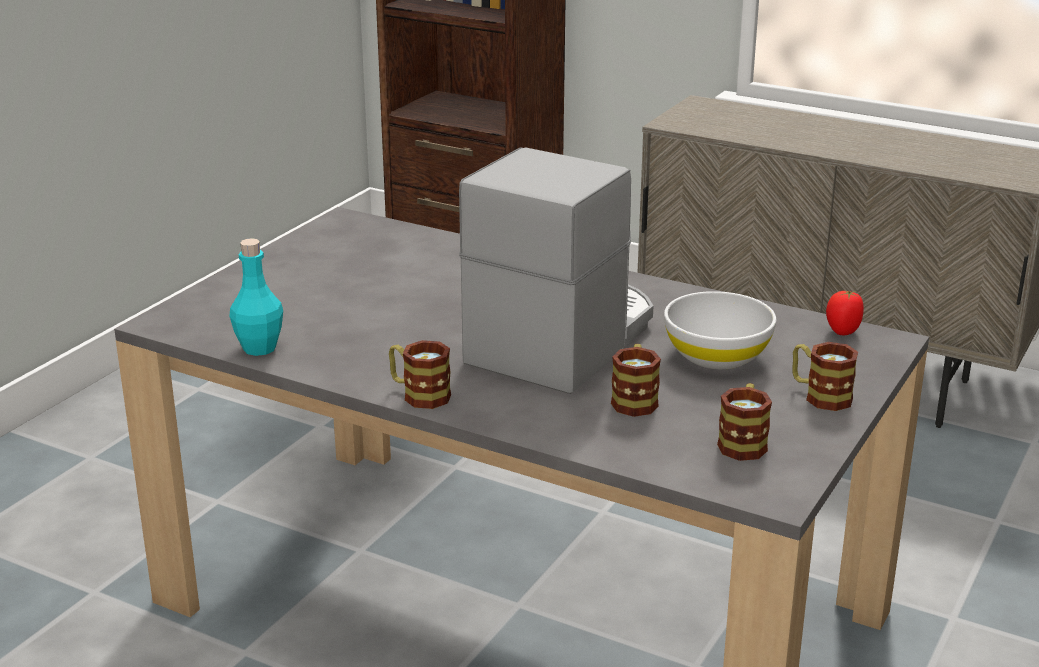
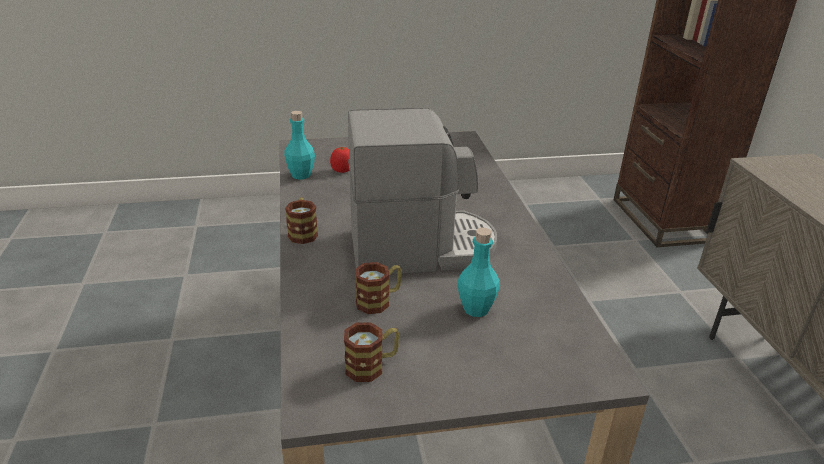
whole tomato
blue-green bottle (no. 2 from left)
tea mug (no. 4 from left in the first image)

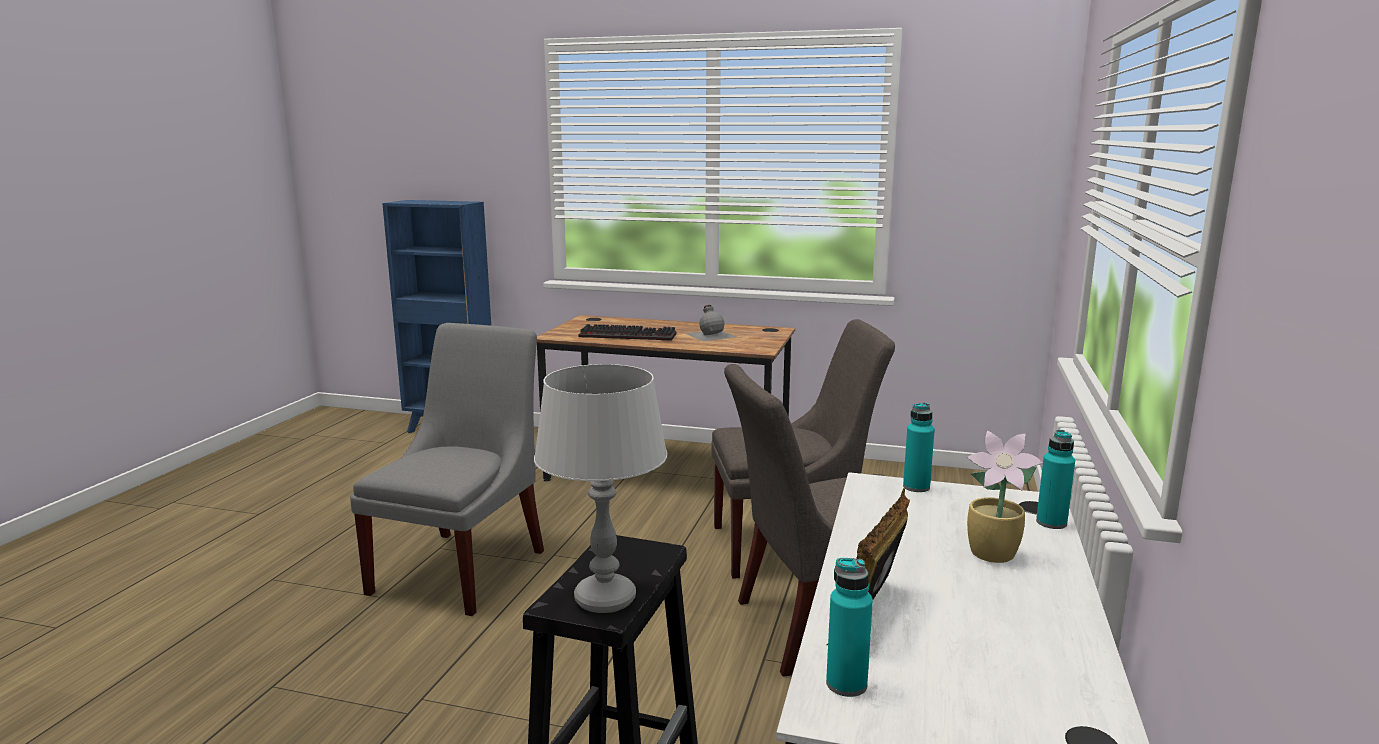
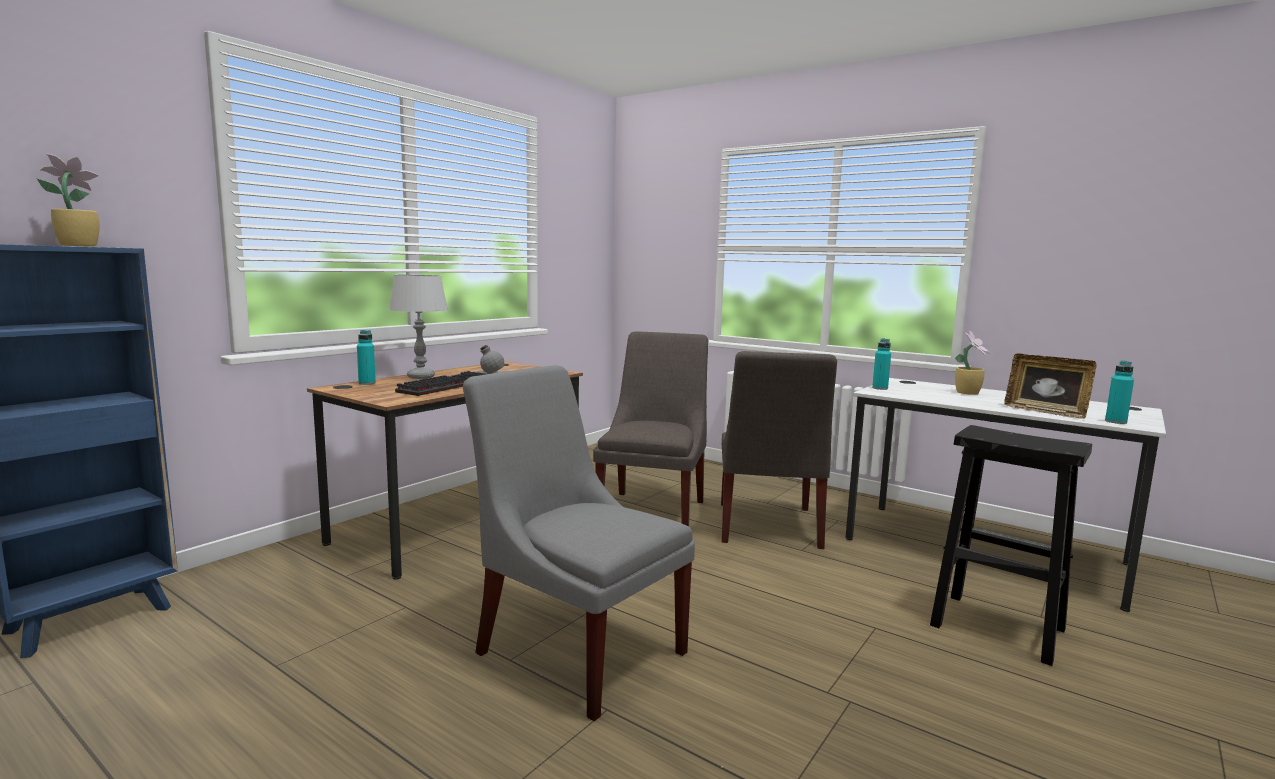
grey table lamp
blue-green bottle (no. 1 from left)
potted plant (no. 1 from left)

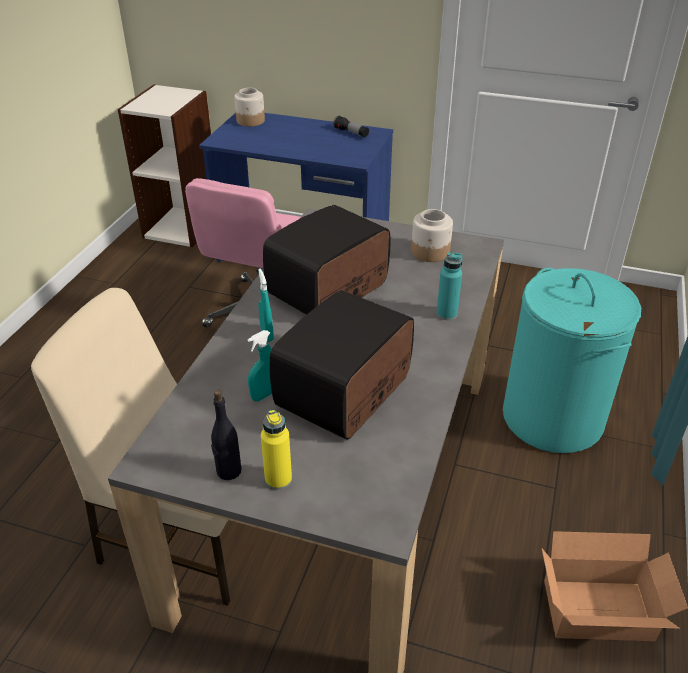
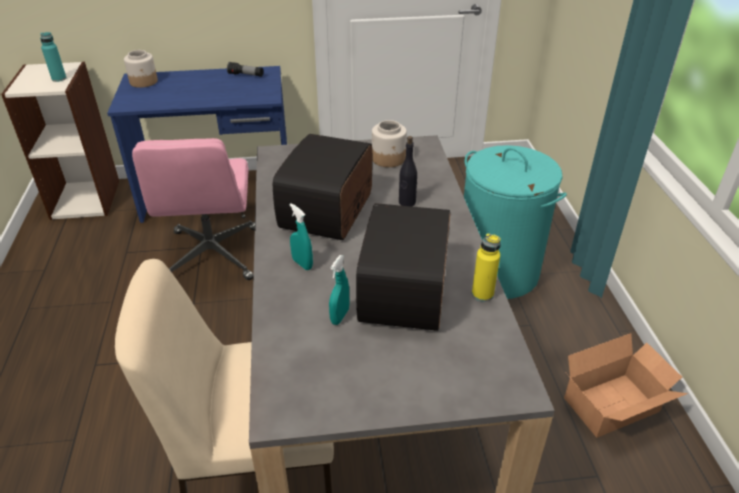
blue-green bottle
black bottle
yellowish bottle

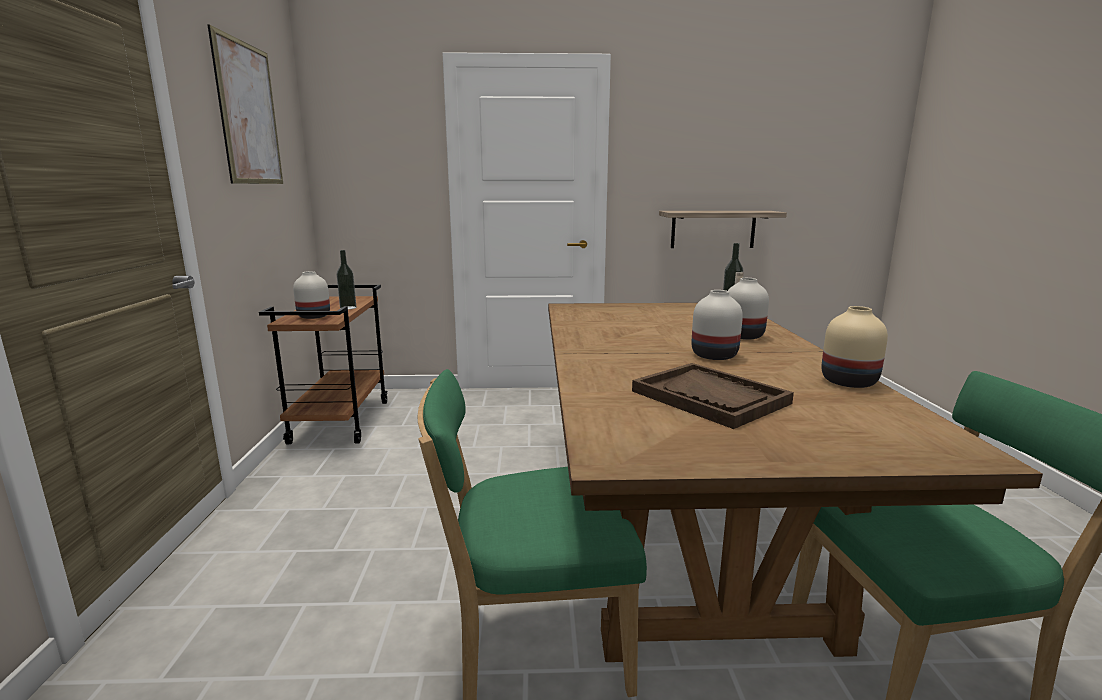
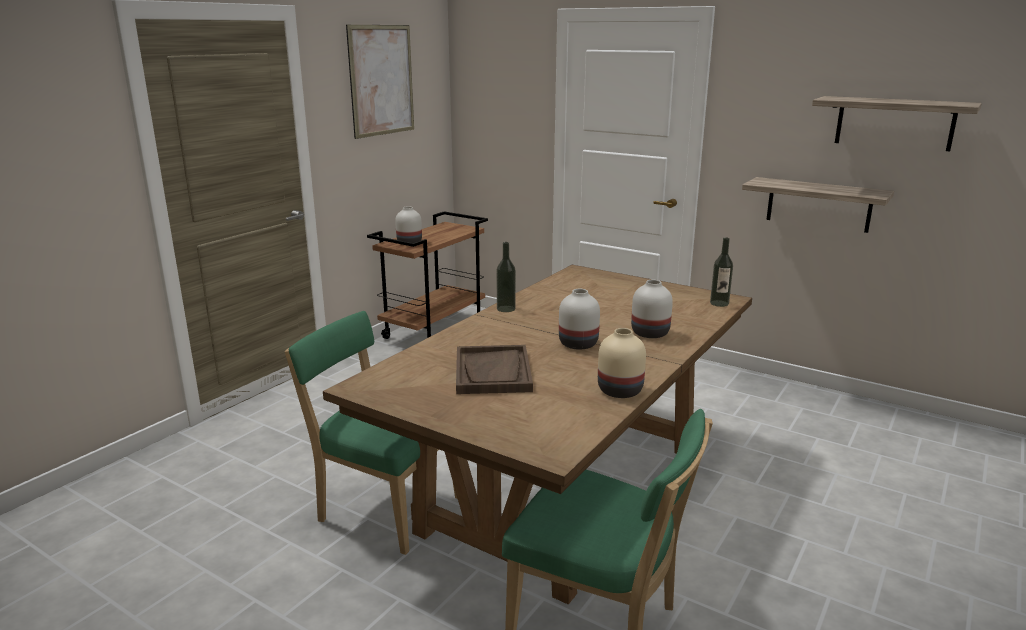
bottle (no. 1 from left)
shelf (no. 2 from left)

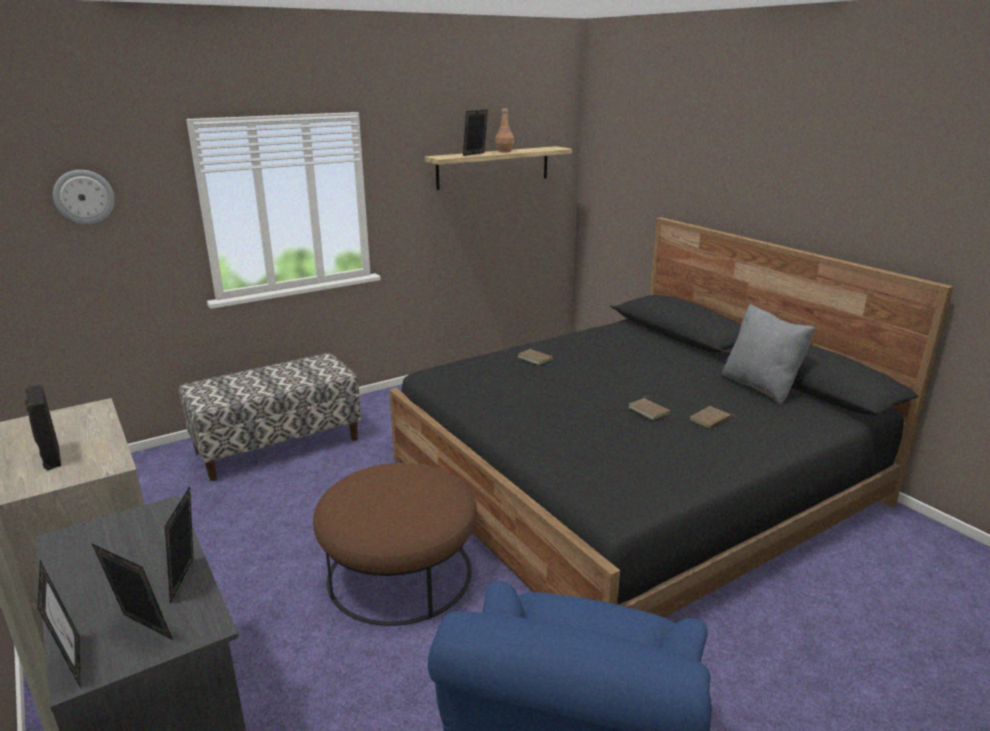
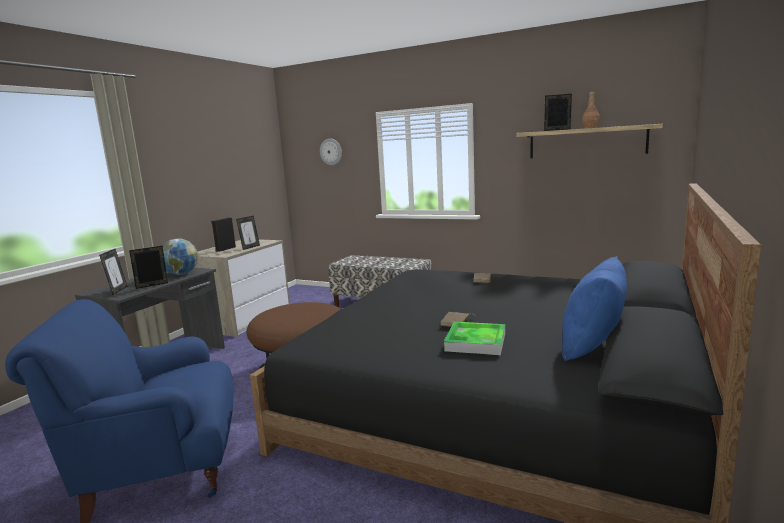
blue-coloured throw pillow
tray
standing frame (no. 3 from left)
desk globe

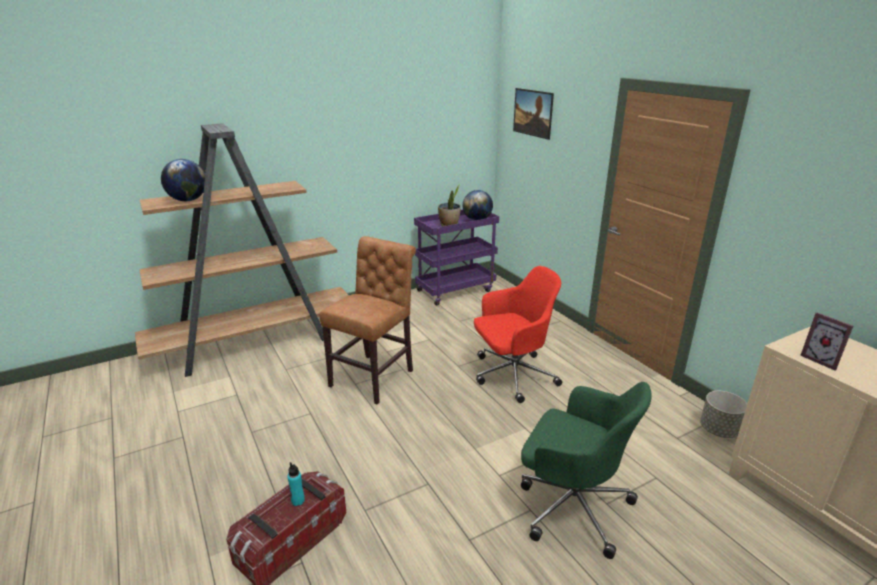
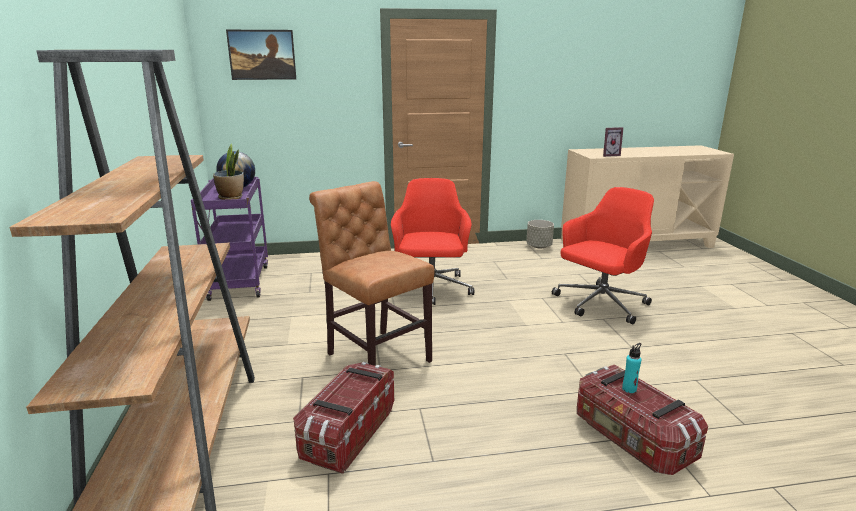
desk globe (no. 1 from left in the first image)
red-coloured computer chair (no. 2 from left)
storage bin (no. 1 from left)

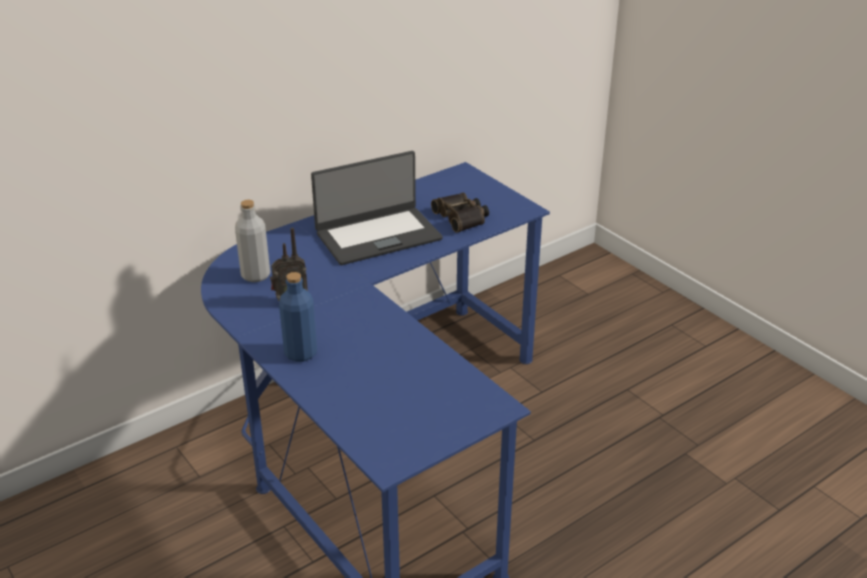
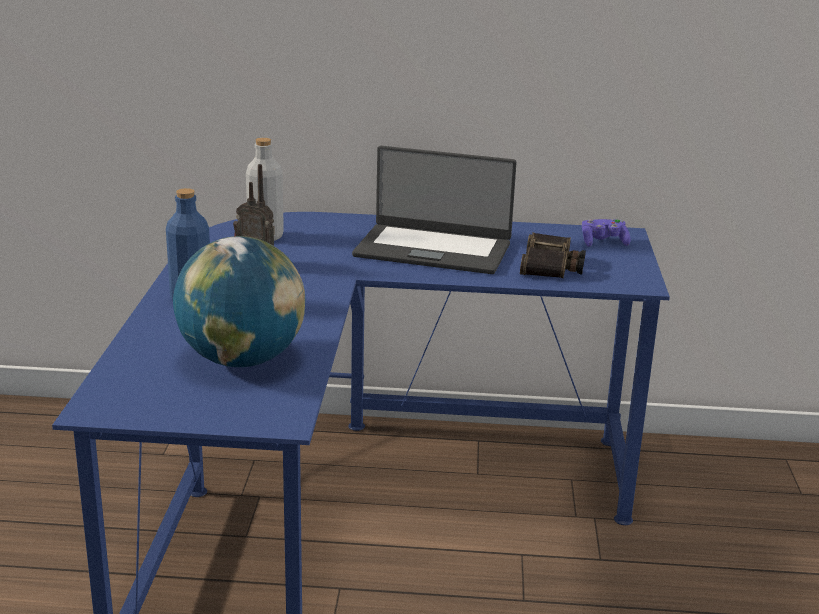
purplish gamepad
desk globe

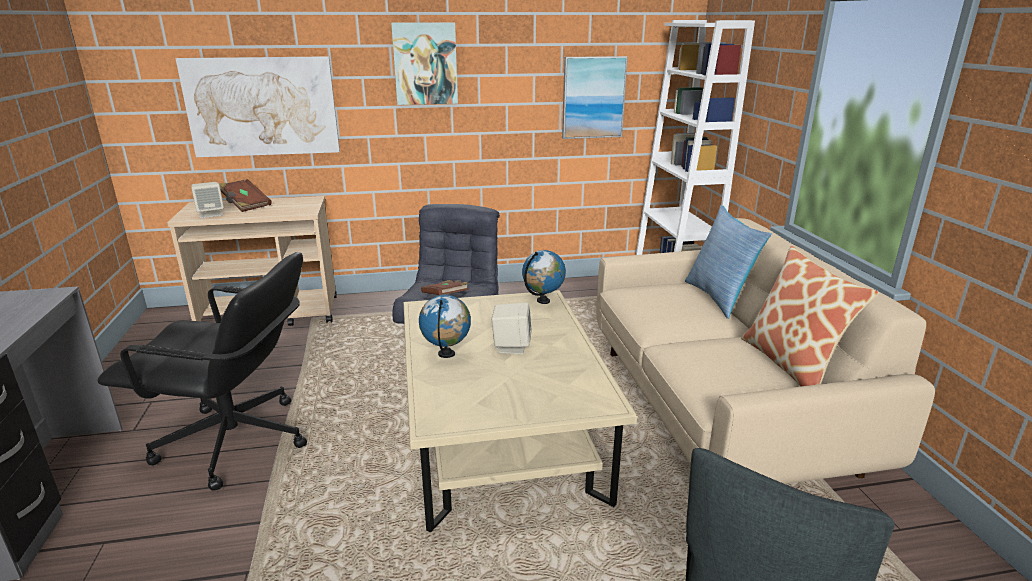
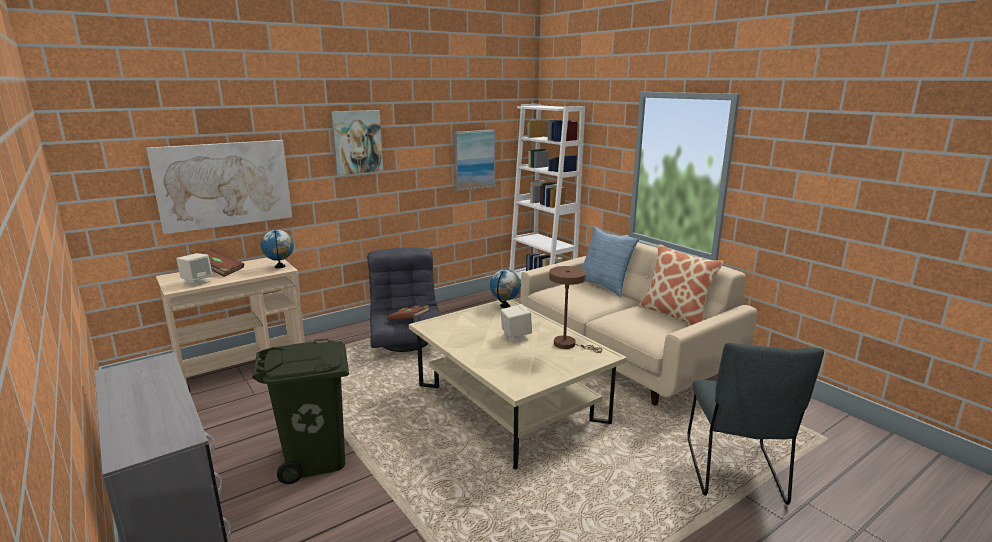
green waste bin
desk globe (no. 1 from left)
brown table lamp

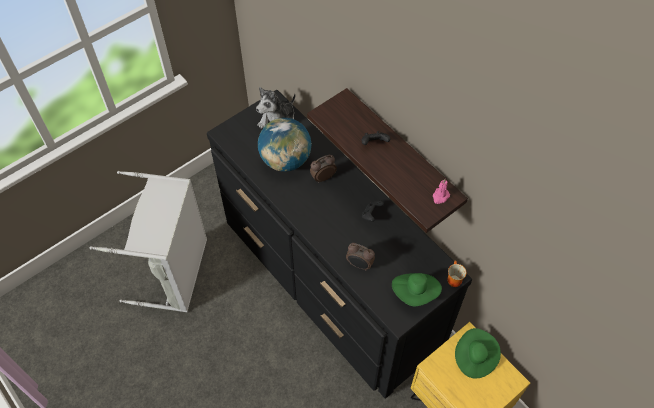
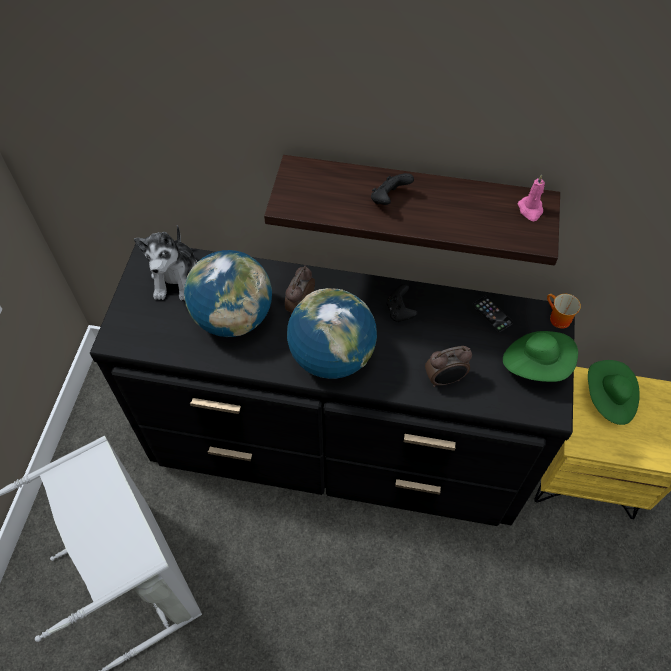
desk globe (no. 2 from left)
phone

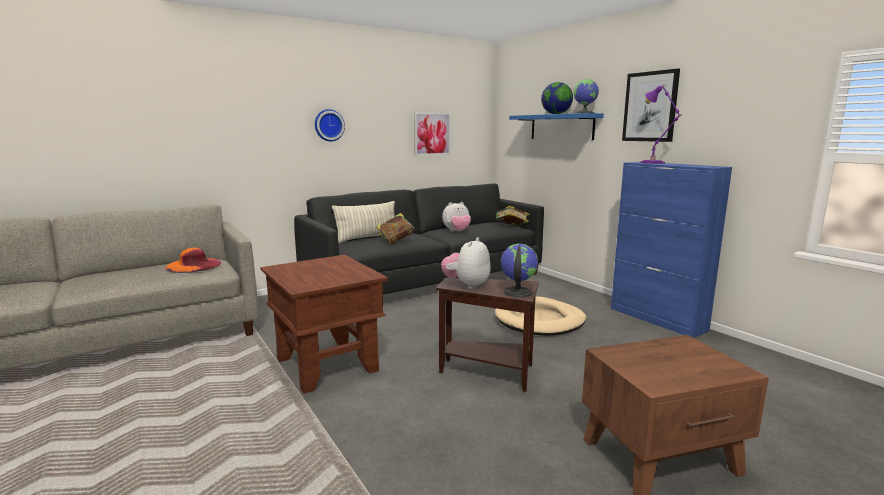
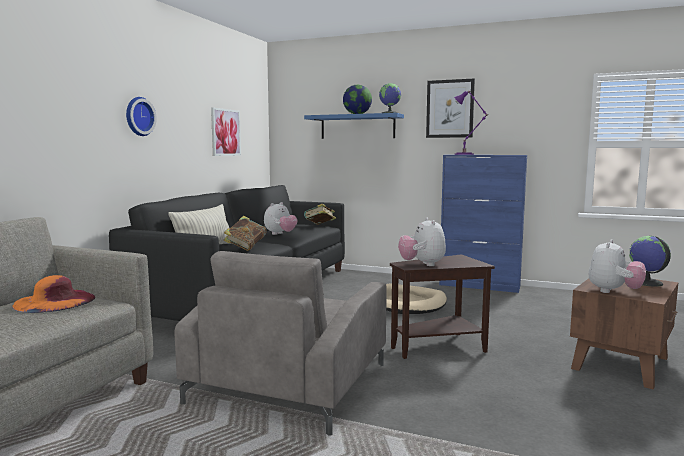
desk globe (no. 3 from left)
grey armchair
cuddly toy (no. 3 from left)

